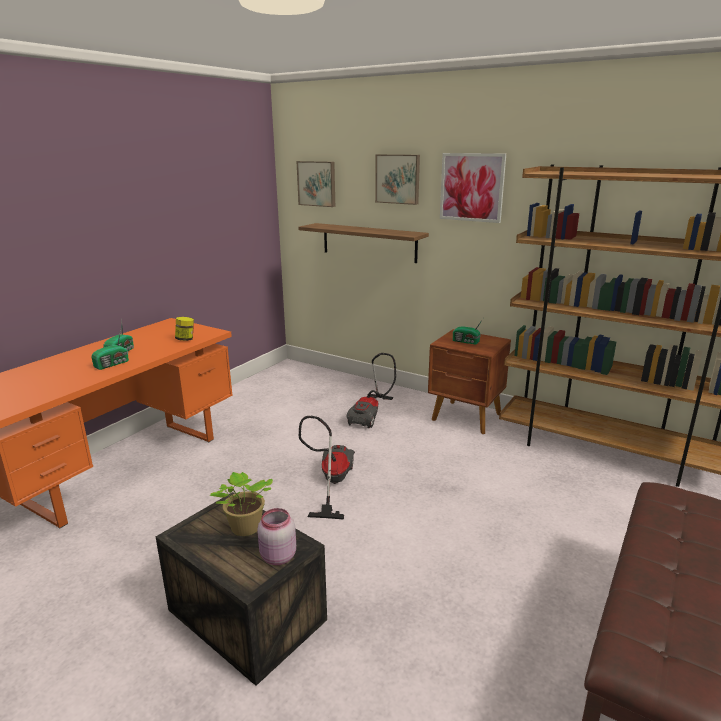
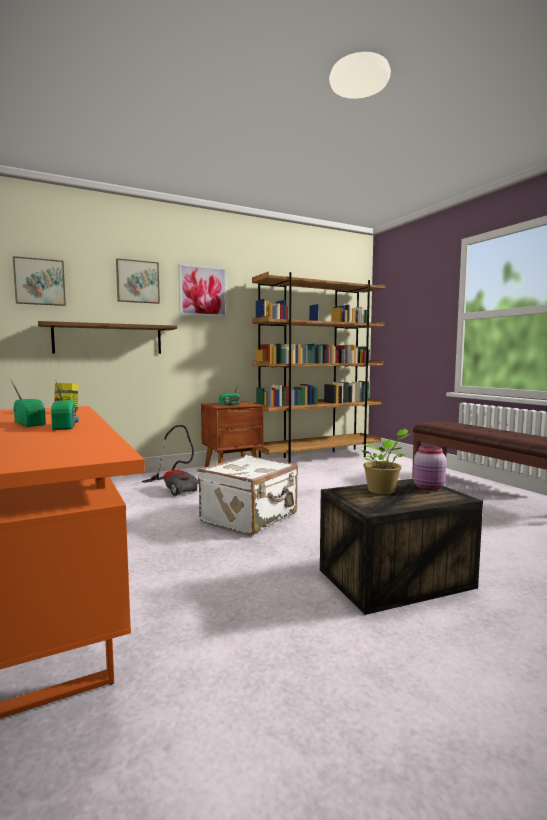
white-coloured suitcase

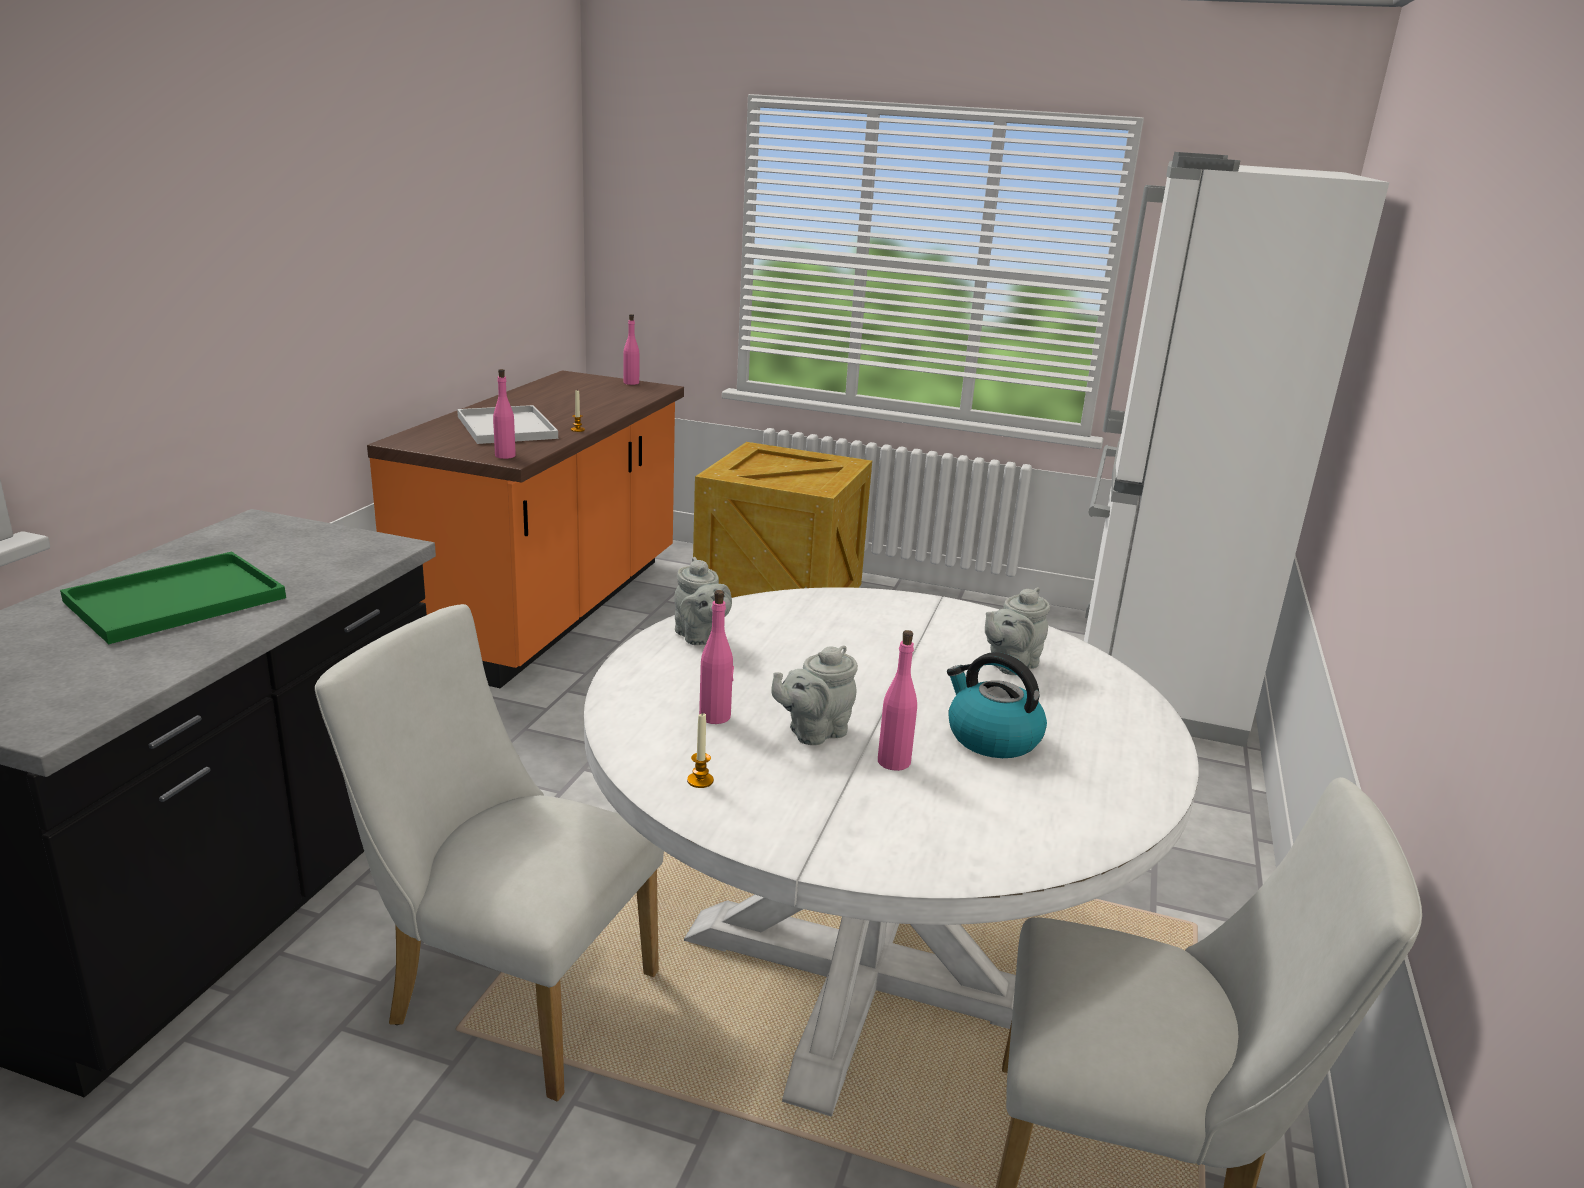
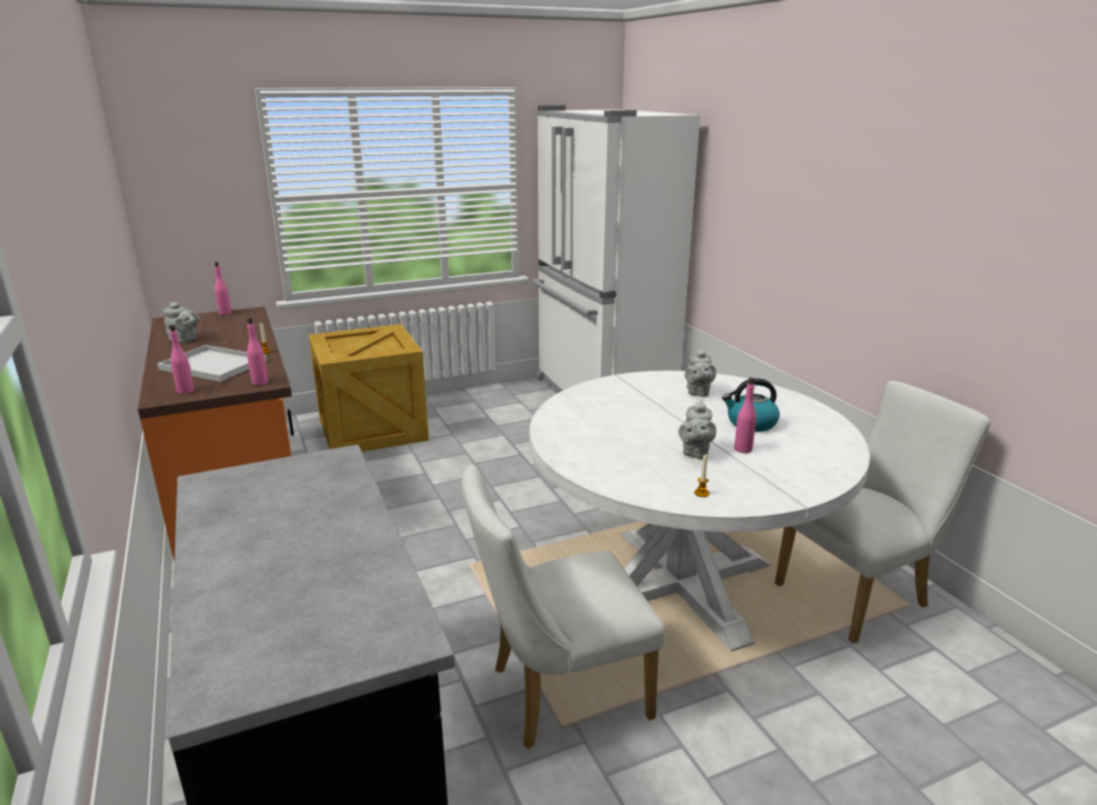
green tray
grey pot for tea (no. 1 from left)
pink-coloured bottle (no. 1 from left)

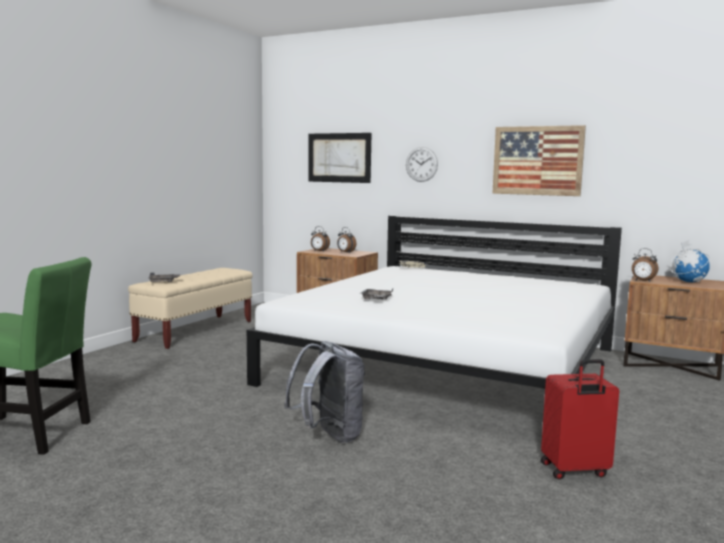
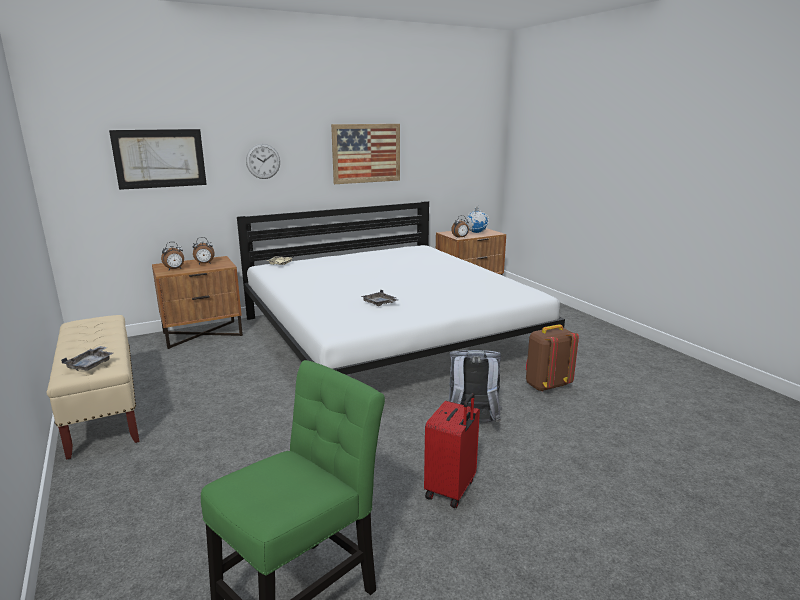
red-coloured suitcase
brown rucksack

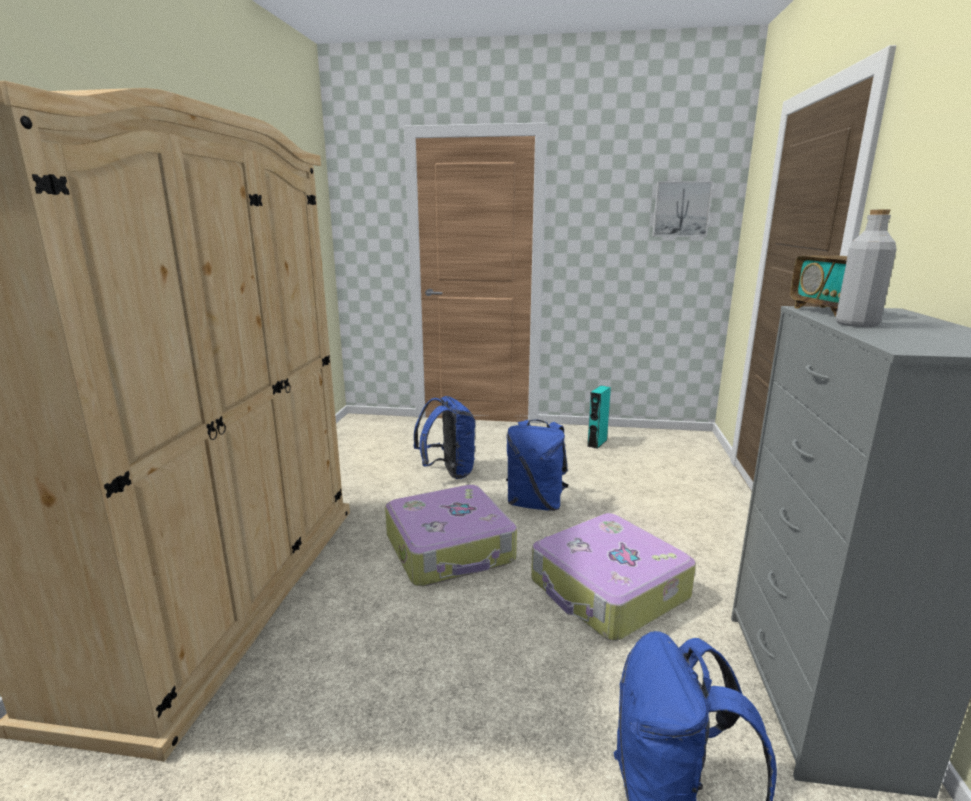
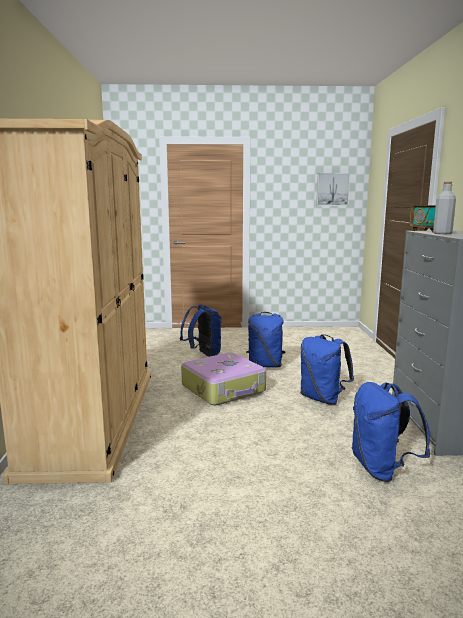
blue-green loudspeaker
blue-coloured rucksack (no. 3 from left)

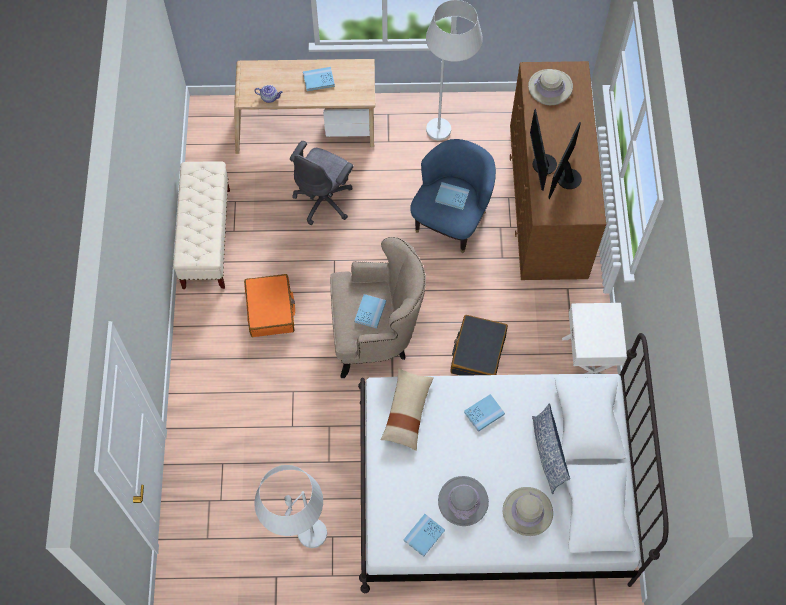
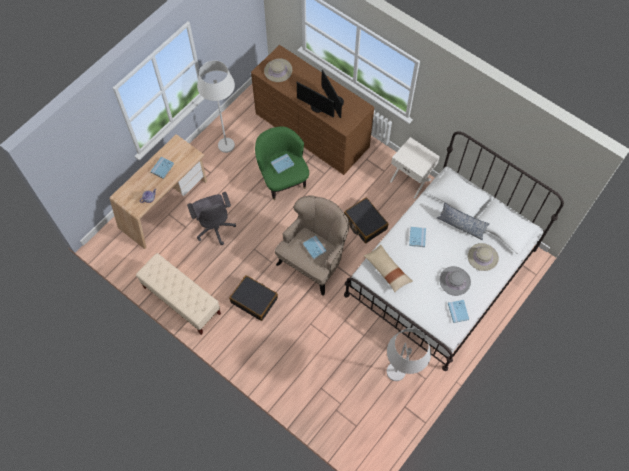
green armchair
black suitcase (no. 1 from left)

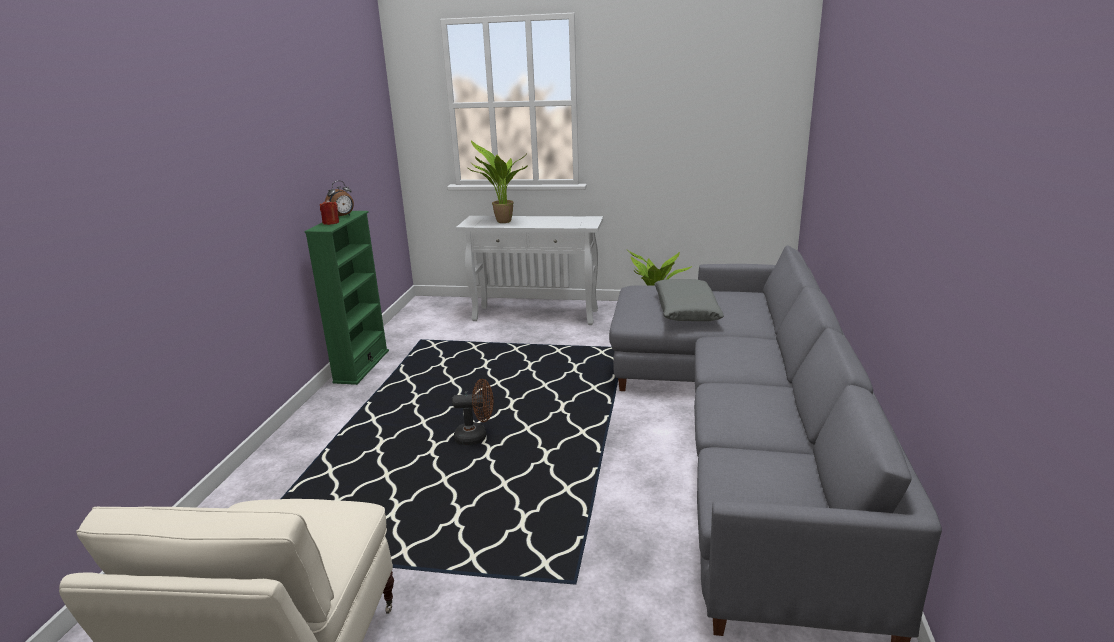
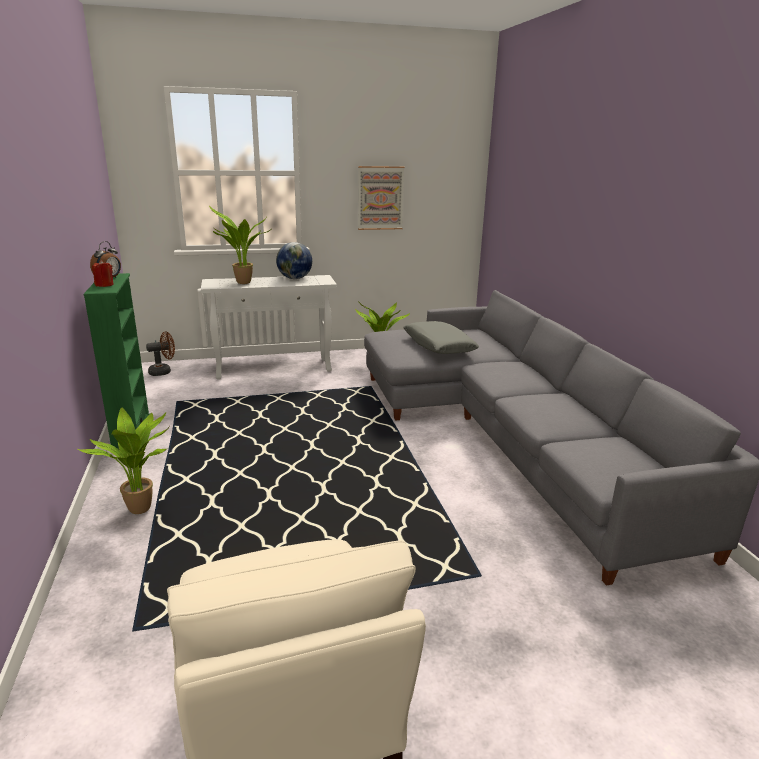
brown cooling fan
wall picture
desk globe
potted plant (no. 1 from left)

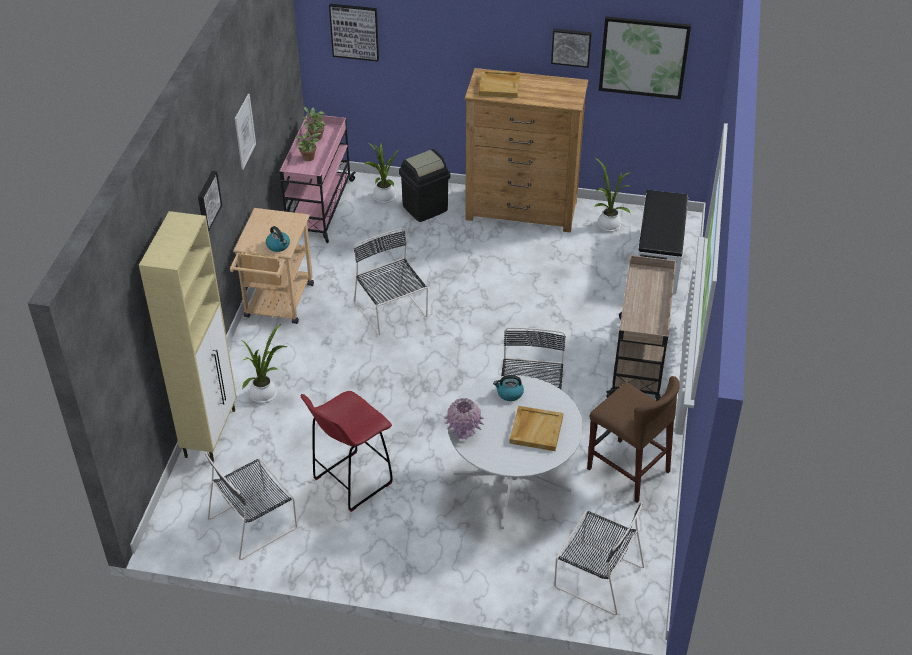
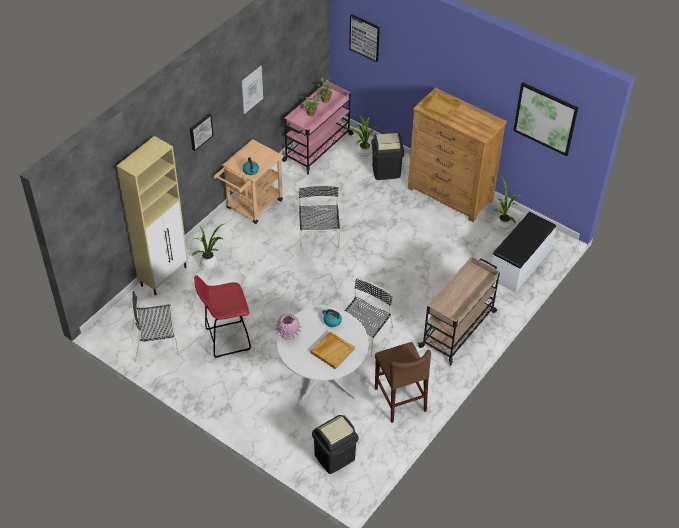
wall picture (no. 4 from left in the first image)
black waste bin (no. 1 from left)

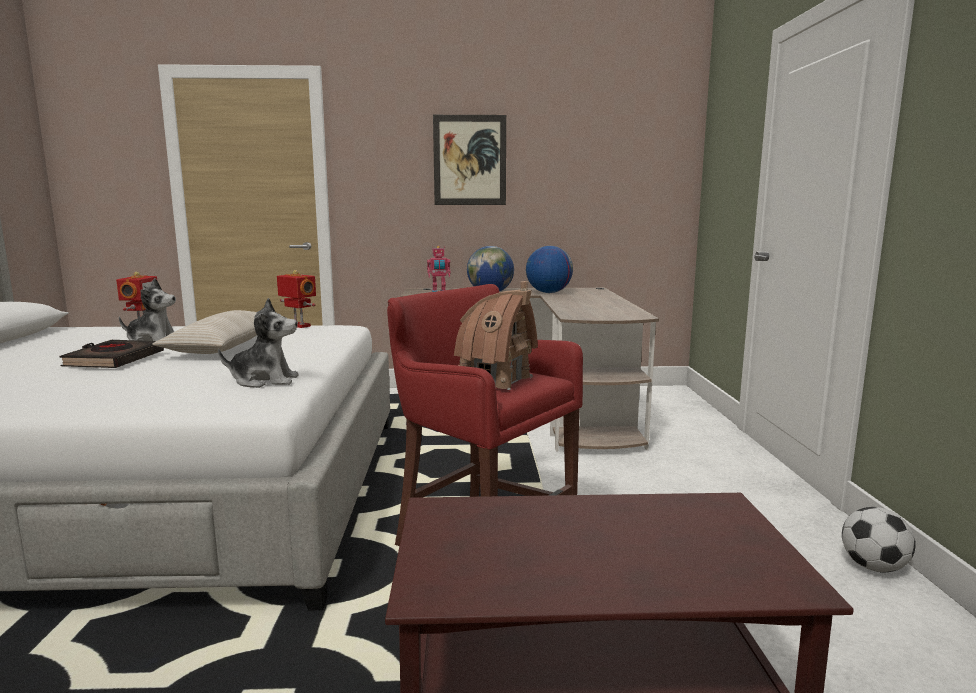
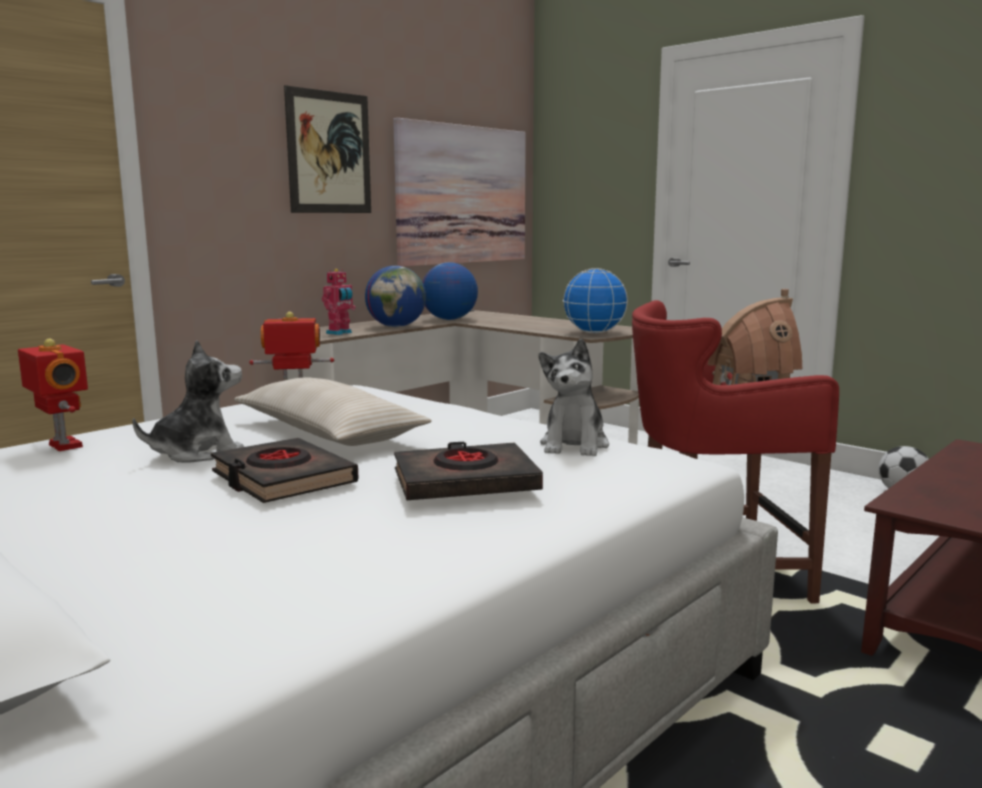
cuddly toy (no. 2 from left)
wall picture (no. 2 from left)
desk globe (no. 3 from left)
black bound book (no. 2 from left)

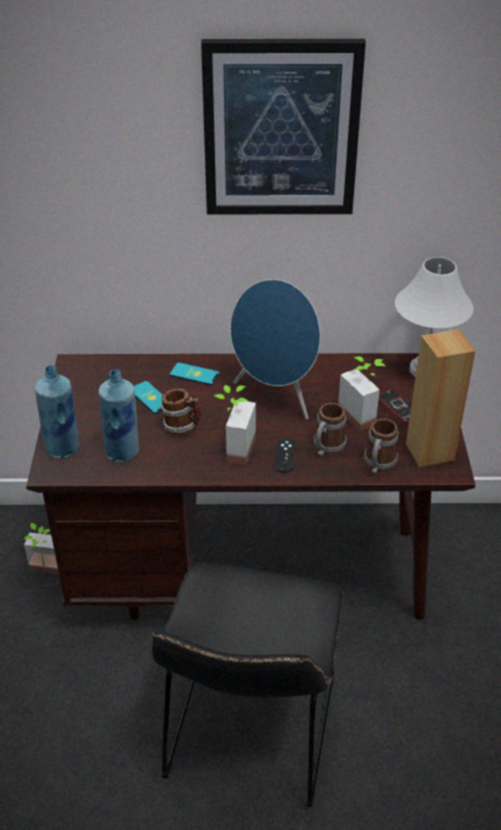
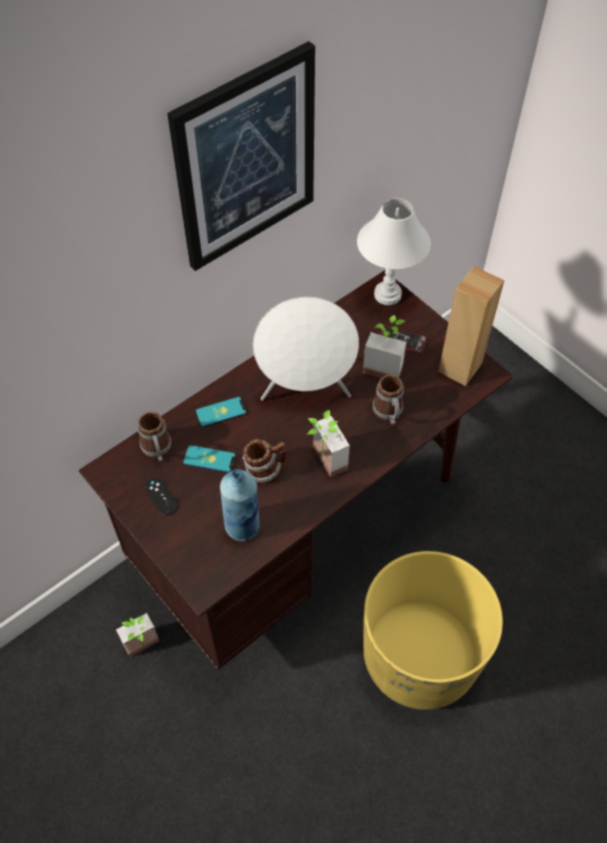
white-coloured loudspeaker
blue-coloured bottle (no. 1 from left in the first image)
tea mug (no. 1 from left)
black gamepad
yellowish flower pot

